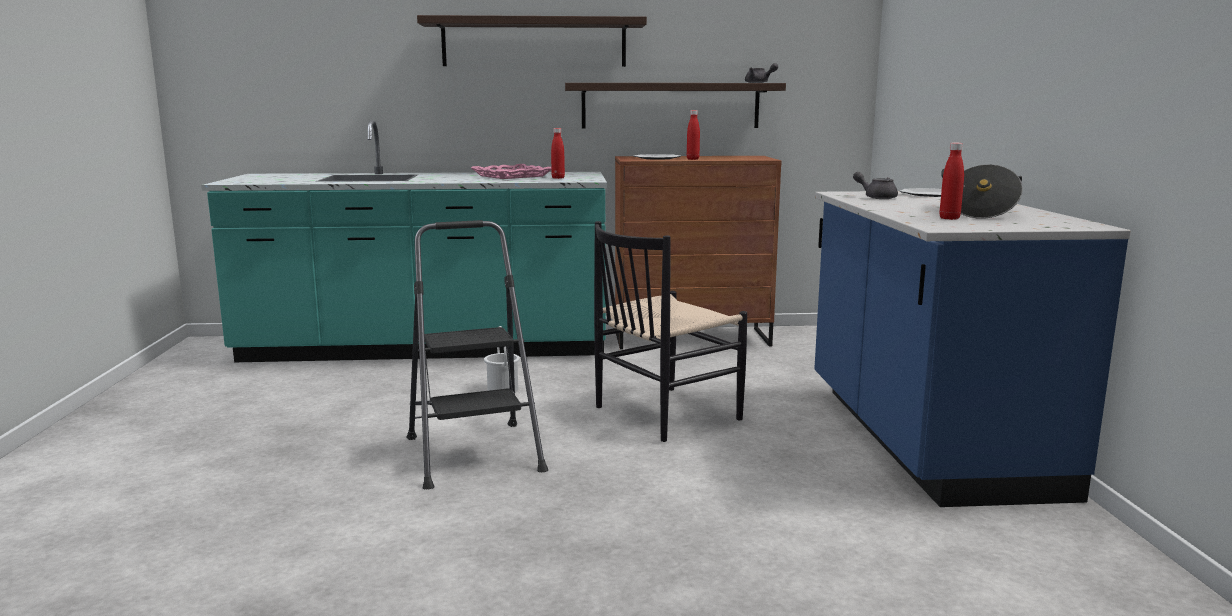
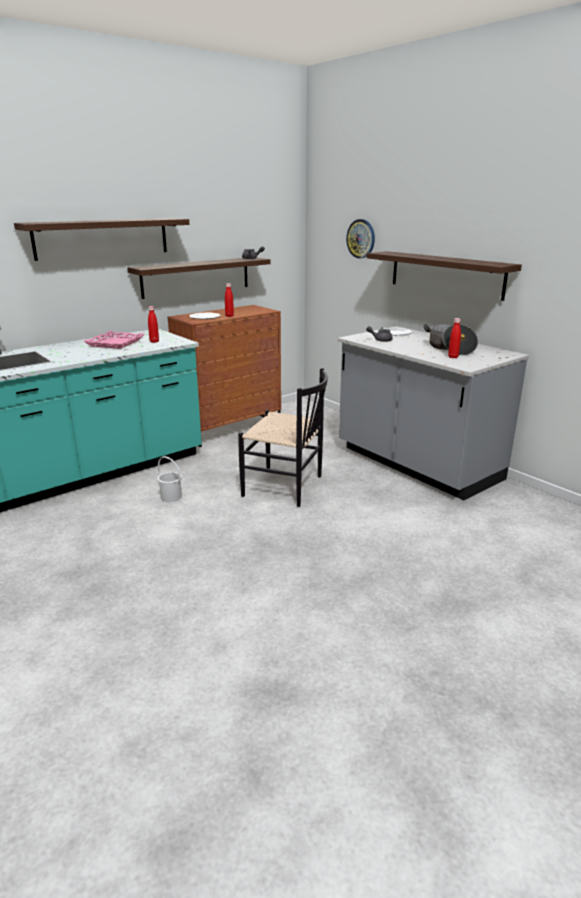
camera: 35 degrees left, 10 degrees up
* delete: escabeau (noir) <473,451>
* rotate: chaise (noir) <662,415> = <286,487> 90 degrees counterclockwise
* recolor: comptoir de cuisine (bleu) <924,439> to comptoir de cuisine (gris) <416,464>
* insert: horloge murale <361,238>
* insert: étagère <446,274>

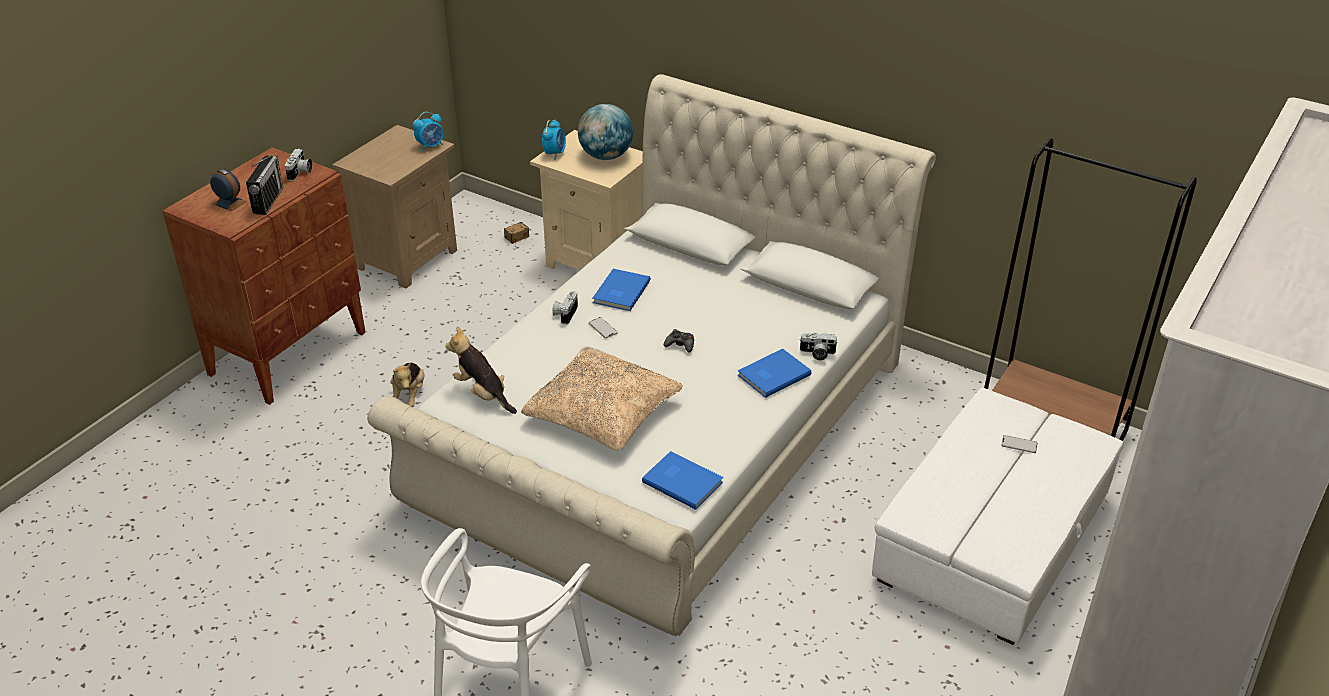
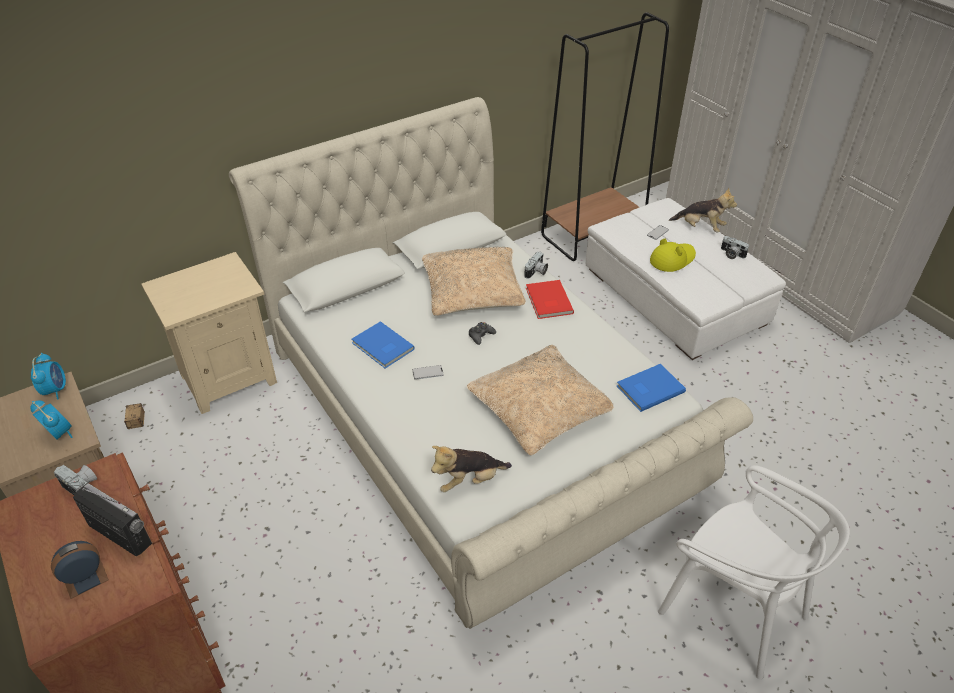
camera: 65 degrees left, 5 degrees up
* move: peluche <409,395> to <700,227>
* move: réveil <555,153> to <59,433>
* move: appareil photo <565,314> to <731,254>
* delete: globe <606,156>
* recolor: livre (bleu) <772,374> to livre (rouge) <548,301>
* insert: coussin (beige) <473,291>
* insert: chapeau (jaune) <672,259>

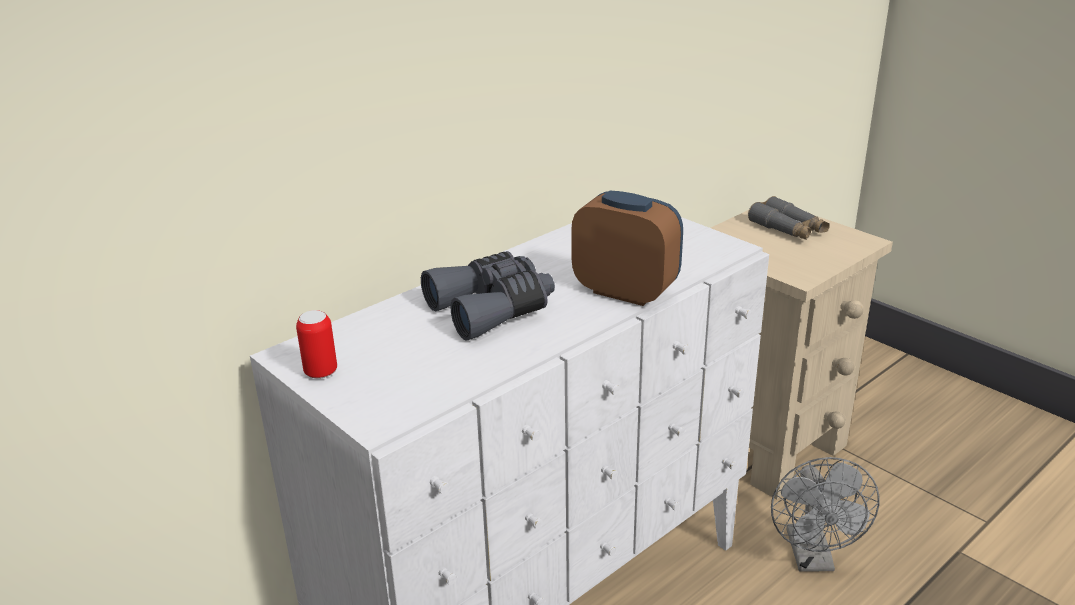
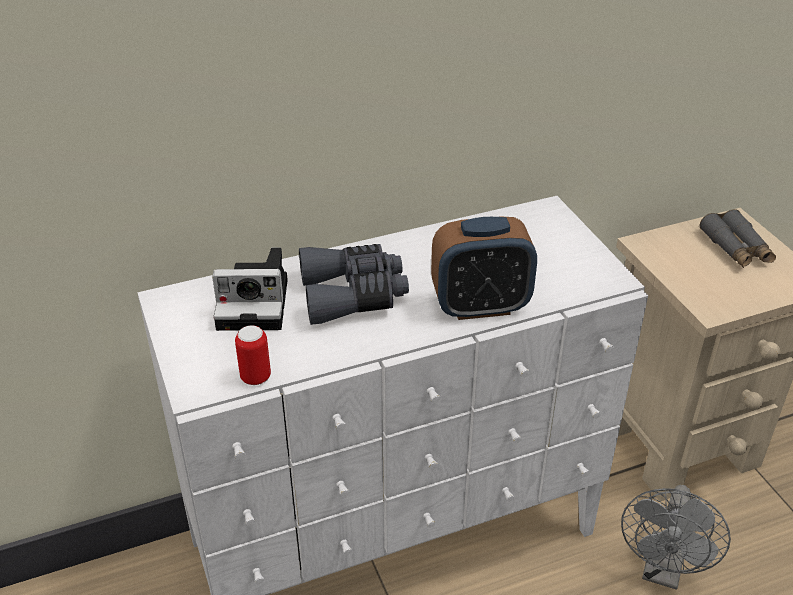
camera: 20 degrees right, 10 degrees up
* move: boîte métallique <321,372> to <255,377>
* rotate: réveil <625,291> = <480,306> 120 degrees clockwise
* insert: appareil photo <256,303>

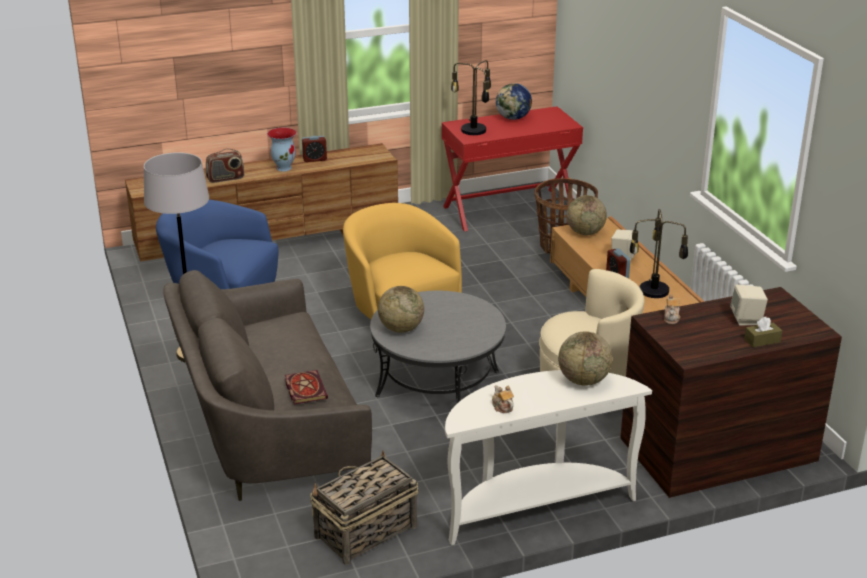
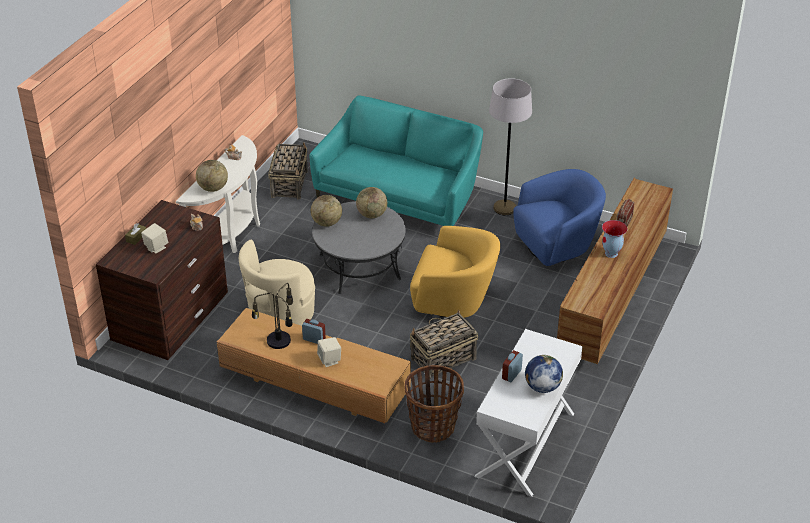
camera: 135 degrees right, 10 degrees up
* recolor: canapé (gris) <267,430> to canapé (turquoise) <400,197>
* delete: livre <304,388>
* move: réveil <314,159> to <511,374>
* recolor: table console (rouge) <509,209> to table console (blanc) <526,444>
* delete: lampe de table <474,130>
* move: globe <585,233> to <326,223>
* insert: panier <442,359>

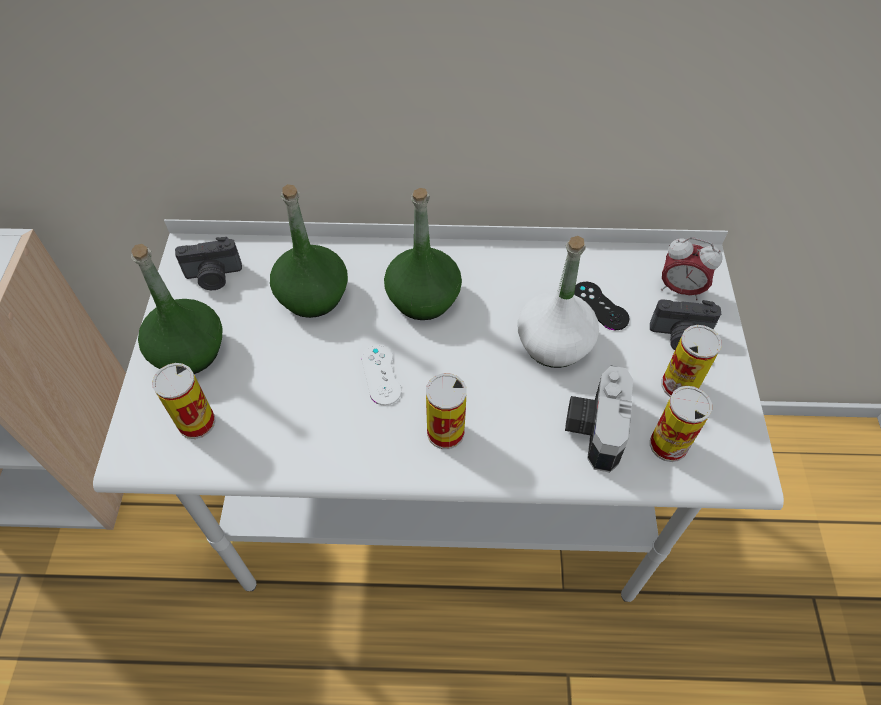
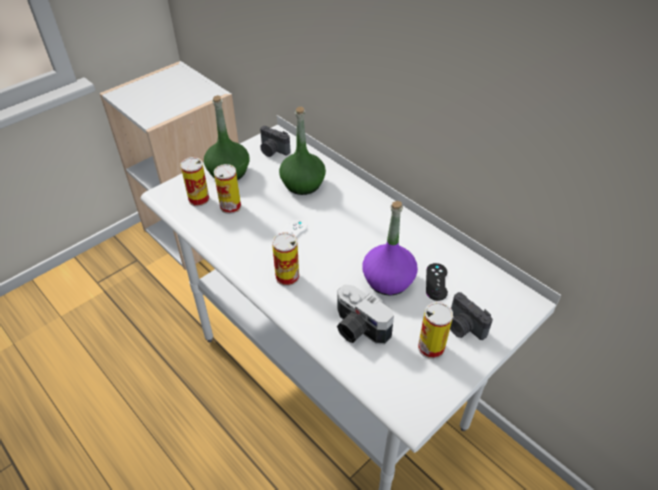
camera: 45 degrees right, 10 degrees down
* delete: bouteille (vert) <423,298>
* recolor: bouteille (blanc) <554,344> to bouteille (violet) <388,280>
* rotate: appareil photo <593,427> = <358,329> 105 degrees counterclockwise
* move: boîte métallique <668,444> to <230,207>
* delete: réveil <680,289>

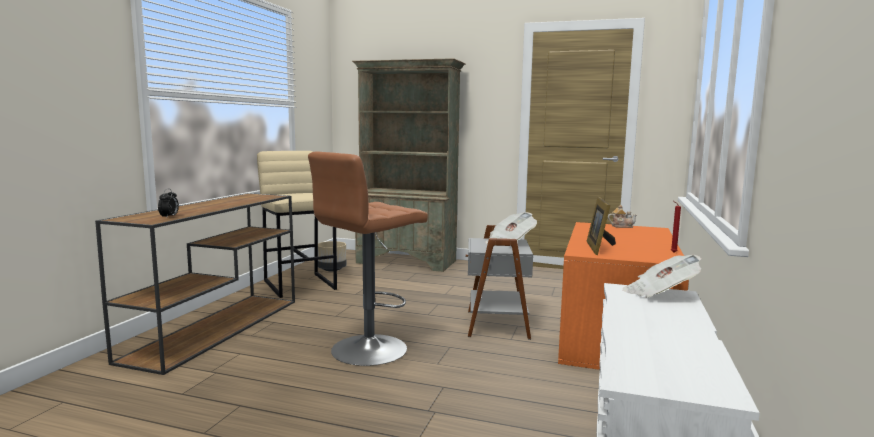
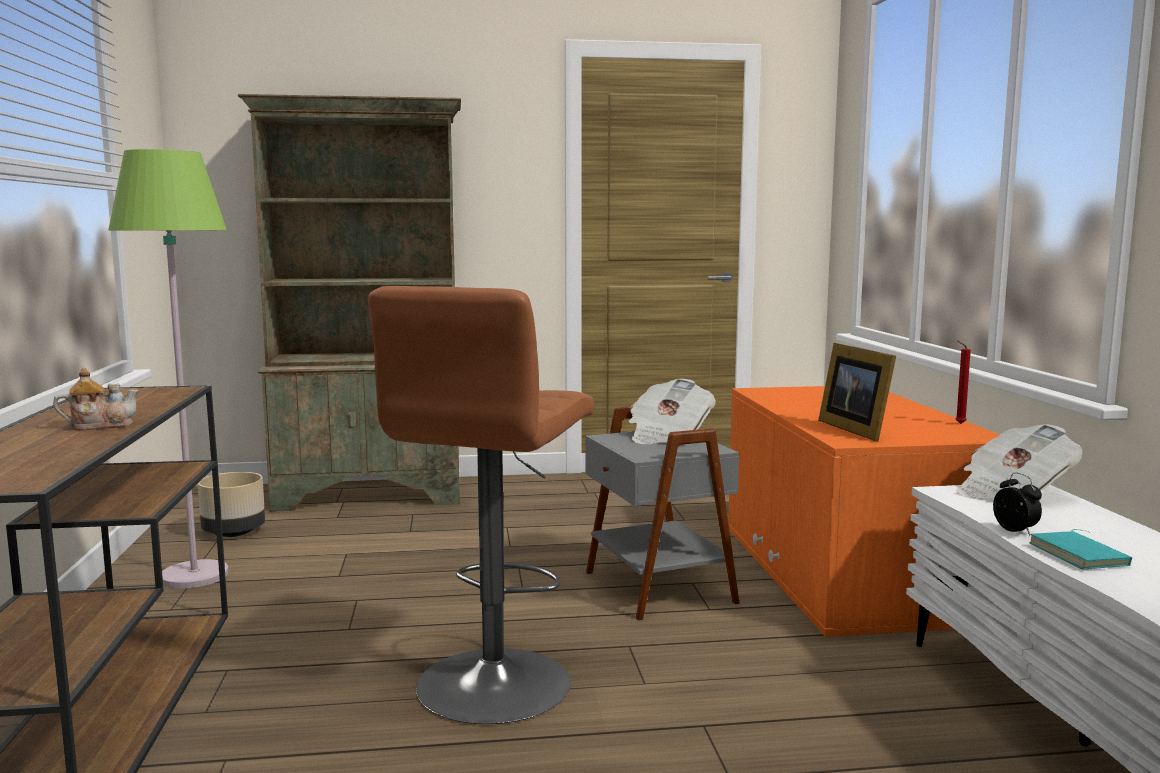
camera: 25 degrees left, 0 degrees up
* move: réveil <169,217> to <1016,531>
* replace: tabouret (beige) <299,284> to lampadaire (vert) <194,576>
* move: théière <621,226> to <100,426>
* insert: livre (turquoise) <1081,555>

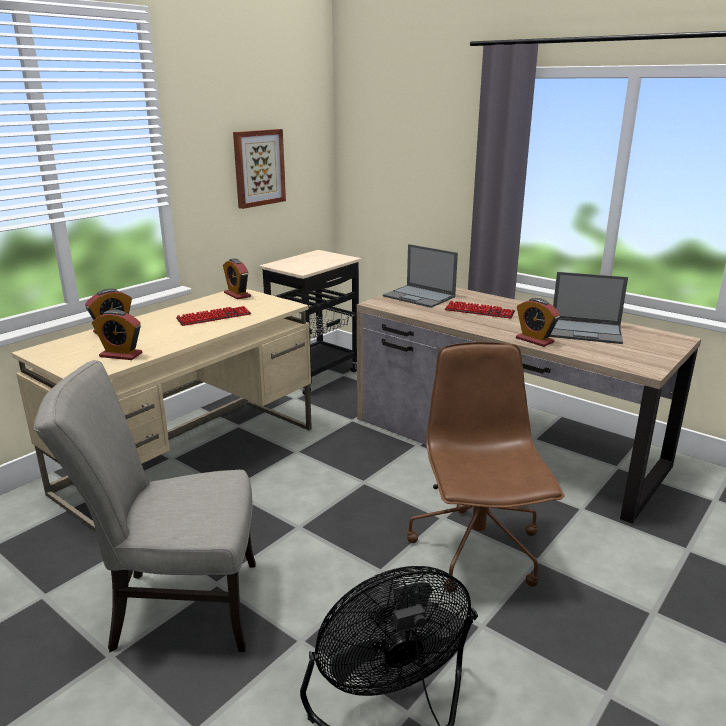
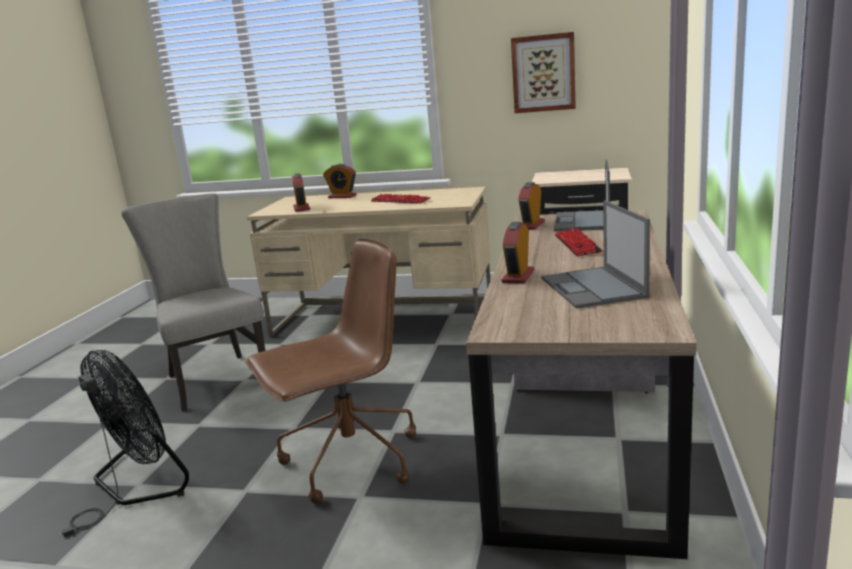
camera: 65 degrees right, 5 degrees down
* move: réveil <237,295> to <531,225>

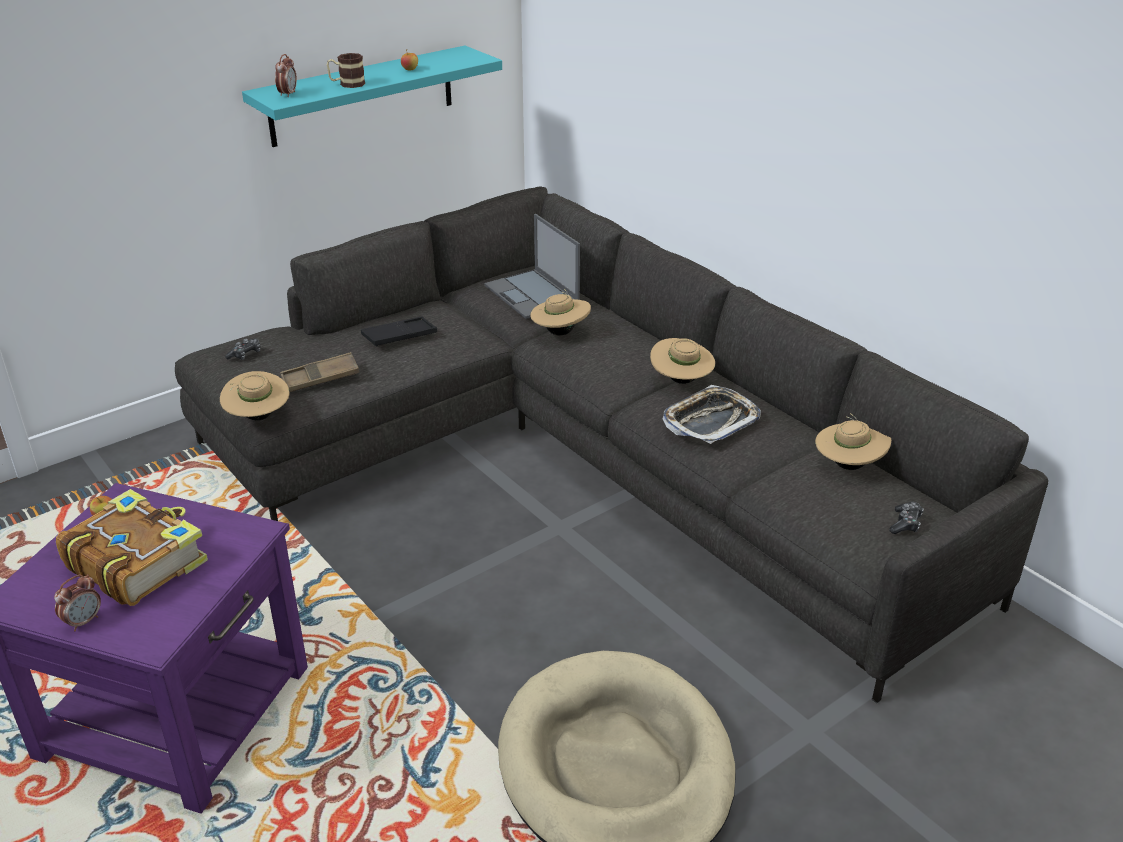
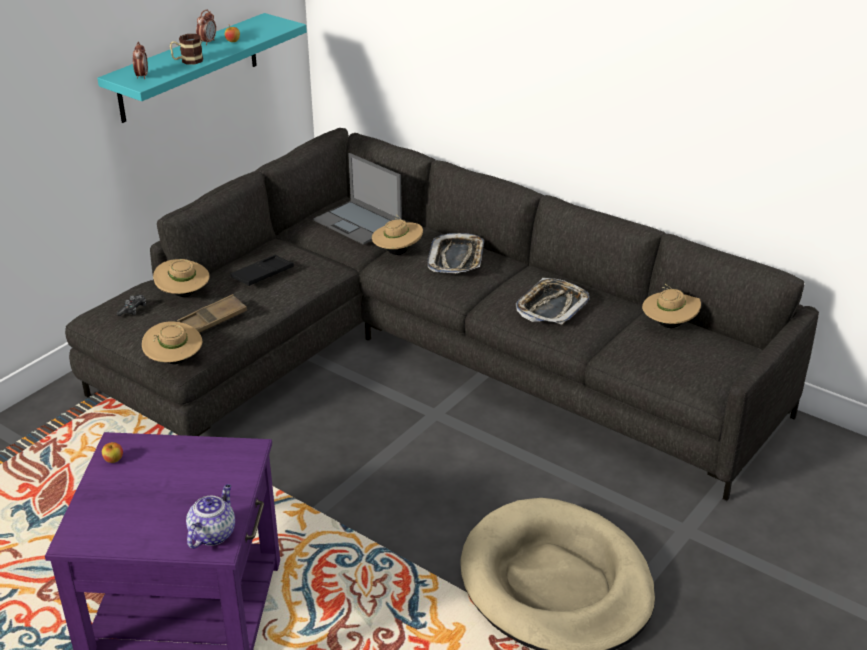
camera: 15 degrees left, 0 degrees up
* move: réveil <83,621> to <207,42>
* delete: livre <136,562>
* move: chapeau (beige) <681,381> to <184,294>
* delete: manette <905,523>
* insert: théière <212,533>
* insert: plateau <456,259>

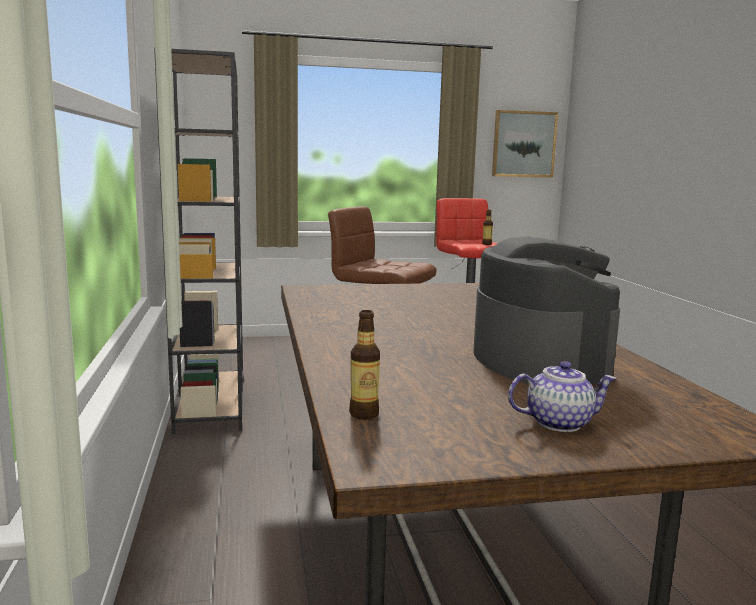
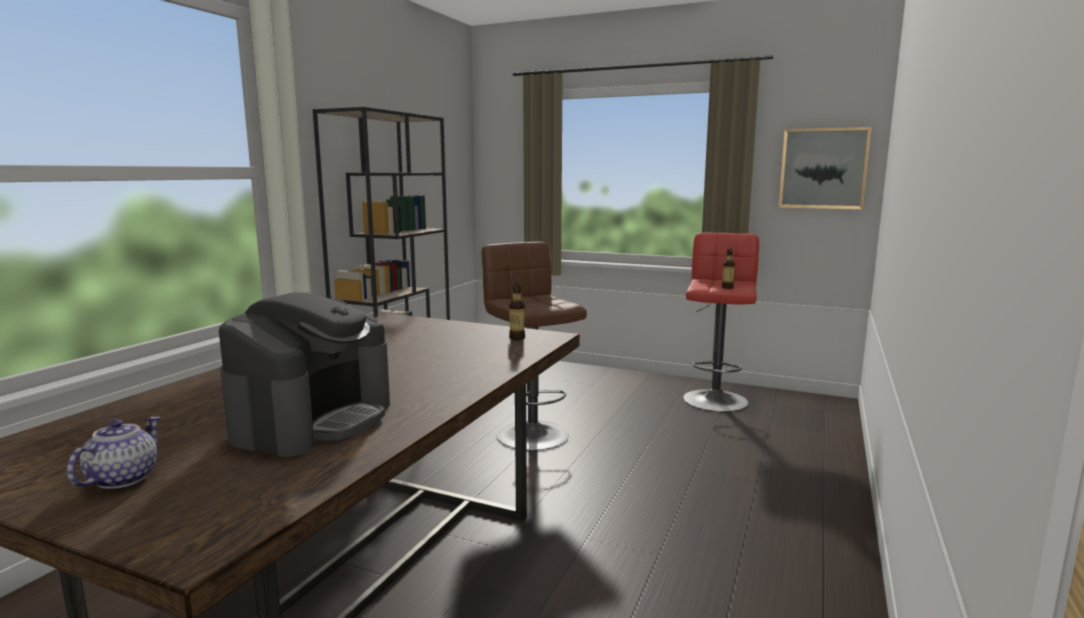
camera: 35 degrees right, 0 degrees up
* move: bouteille <364,414> to <517,338>
* rotate: théière <559,422> = <122,478> 105 degrees counterclockwise

